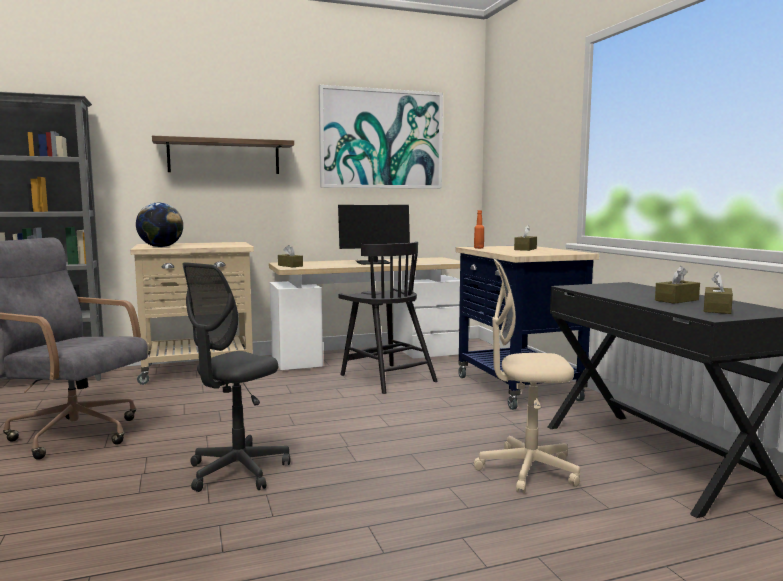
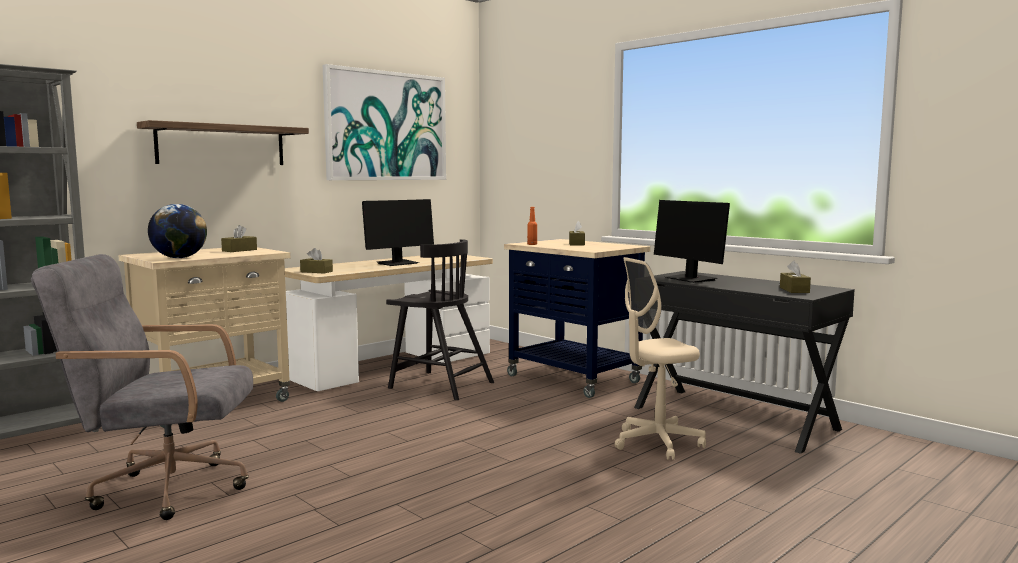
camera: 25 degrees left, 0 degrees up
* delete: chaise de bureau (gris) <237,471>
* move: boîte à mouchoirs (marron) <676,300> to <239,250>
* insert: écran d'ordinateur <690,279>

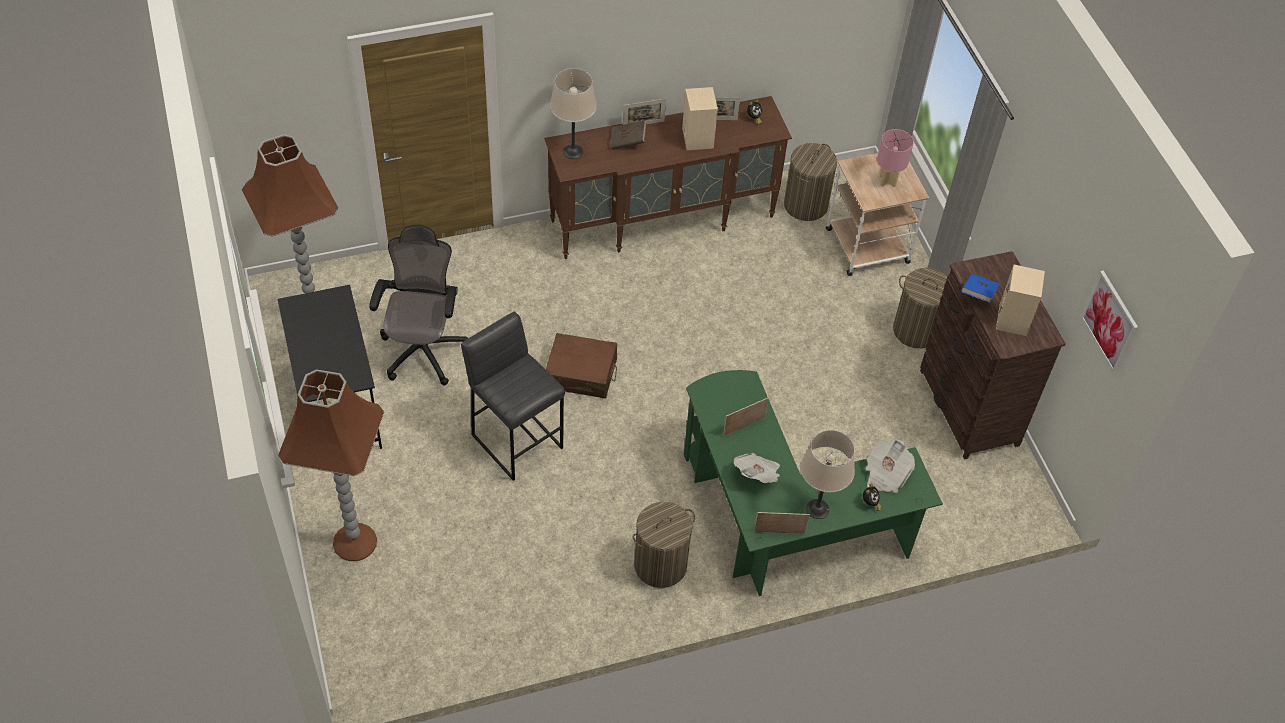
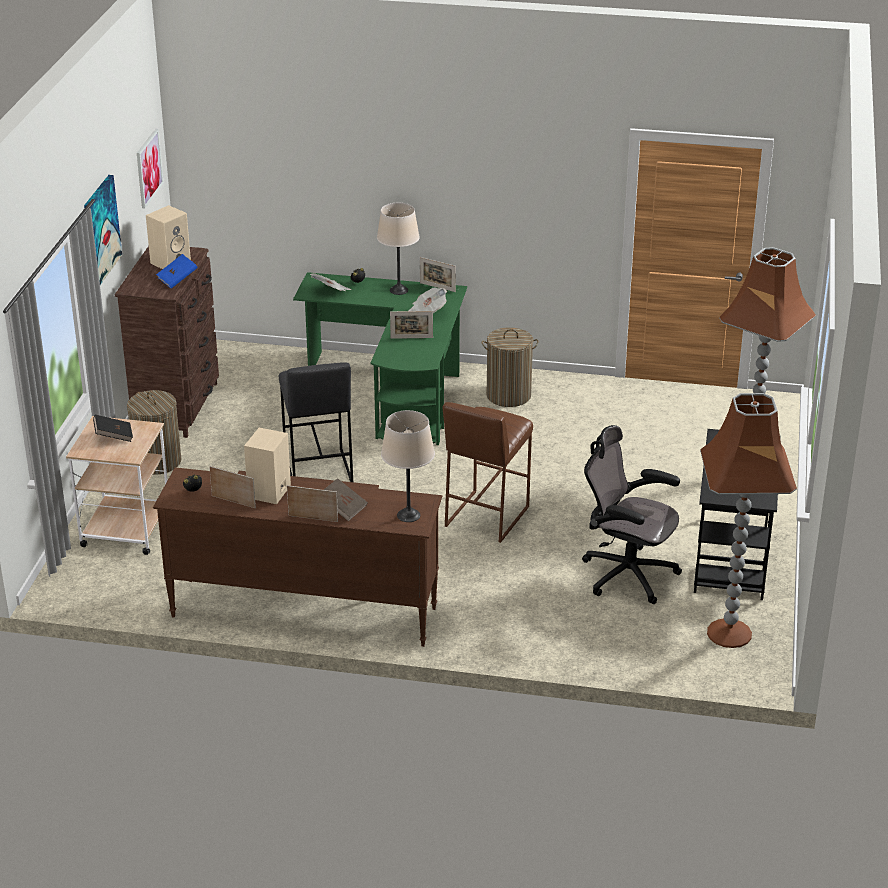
camera: 150 degrees left, 20 degrees down
* rotate: chaise de bureau <423,350> = <627,575> 90 degrees clockwise
* move: tabouret (gris) <516,440> to <318,471>
* replace: valise (marron) <581,373> to tabouret (marron) <486,517>
* delete: panier à linge <805,205>
* replace: lampe de table (rose) <887,181> to livre (noir) <114,436>
* insert: tableau <101,230>

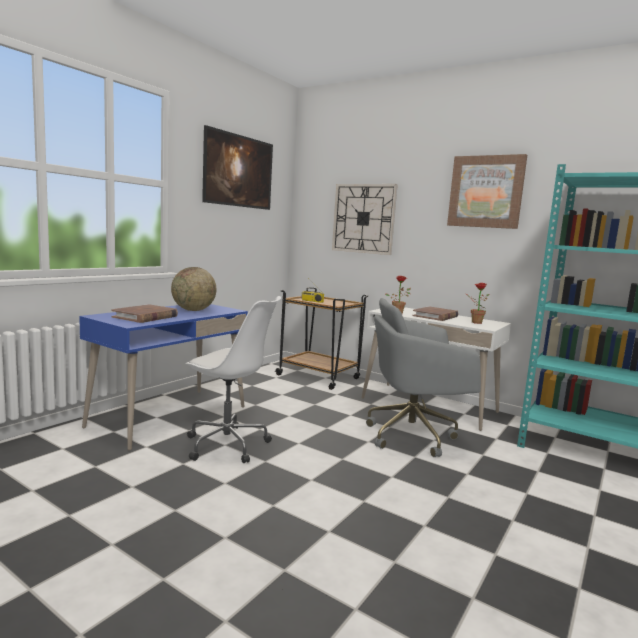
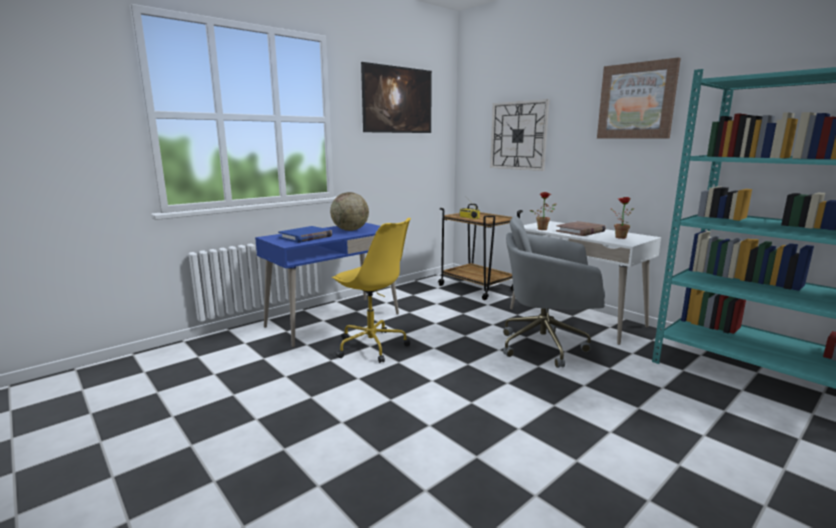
camera: 15 degrees right, 5 degrees up
* recolor: livre (marron) <145,317> to livre (bleu) <306,237>
* recolor: chaise de bureau (blanc) <229,445> to chaise de bureau (jaune) <373,347>

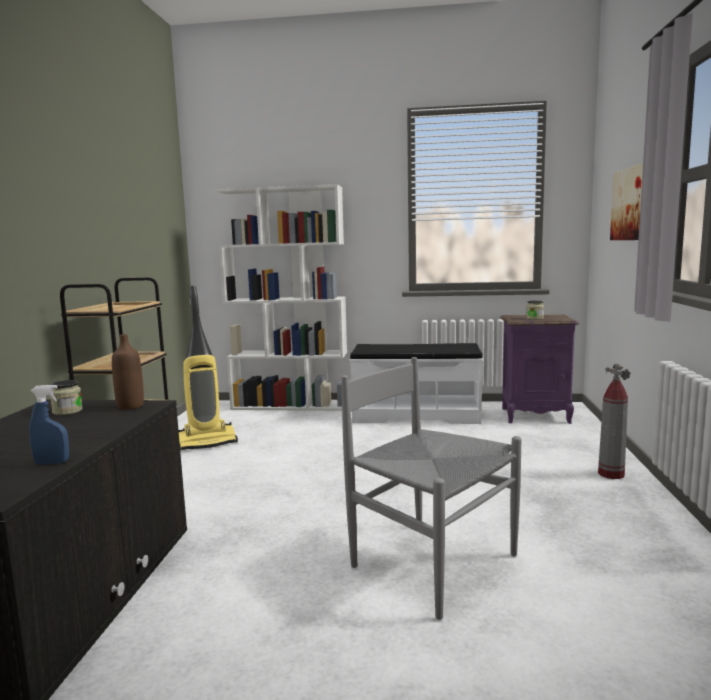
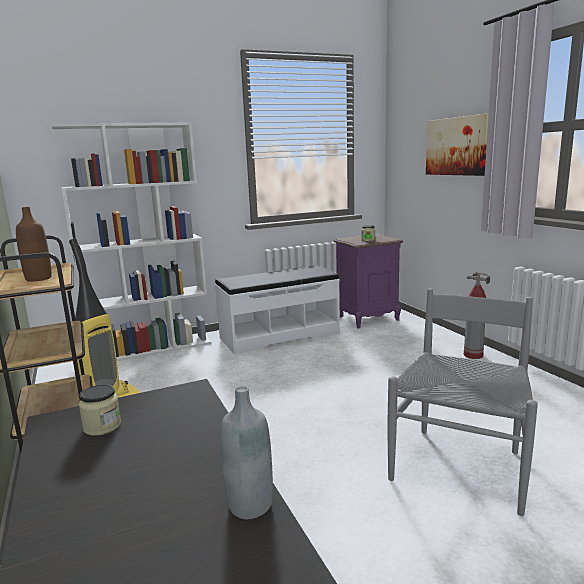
camera: 30 degrees left, 5 degrees up
* replace: vaporisateur (bleu) <52,463> to bouteille (gris) <250,505>
* move: bouteille (marron) <130,406> to <38,278>
* rotate: chaise (gris) <430,563> = <460,467> 105 degrees clockwise

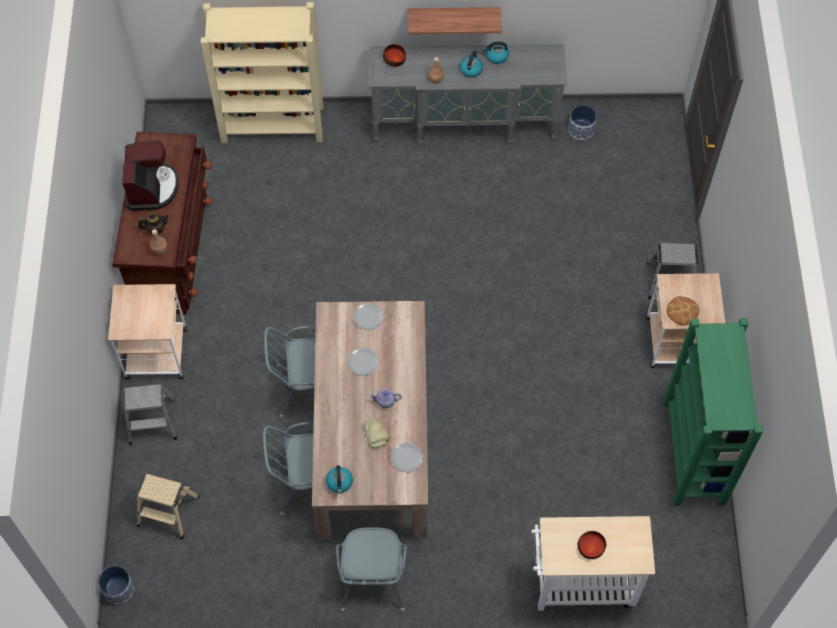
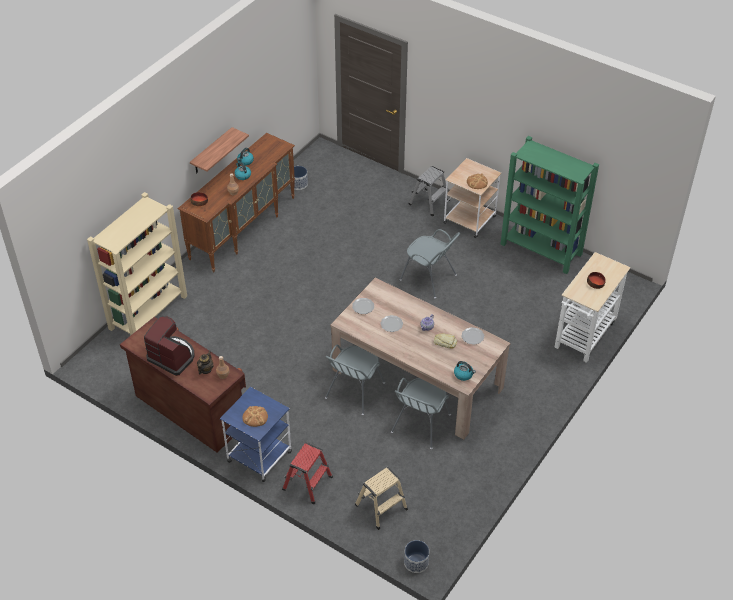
camera: 55 degrees left, 15 degrees down
* recolor: chariot (beige) <156,352> to chariot (bleu) <258,455>
* recolor: escabeau (gris) <152,420> to escabeau (rouge) <307,483>
* move: chaise (gris) <373,581> to <430,278>
* recolor: meuble de rangement (gris) <464,124> to meuble de rangement (marron) <243,228>
* insert: pain <255,417>

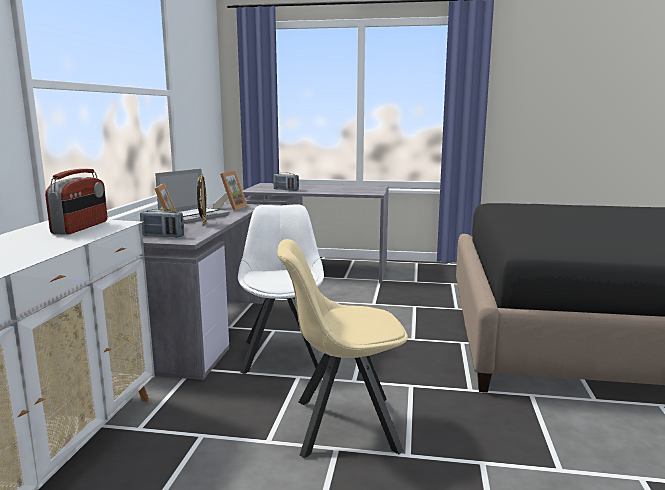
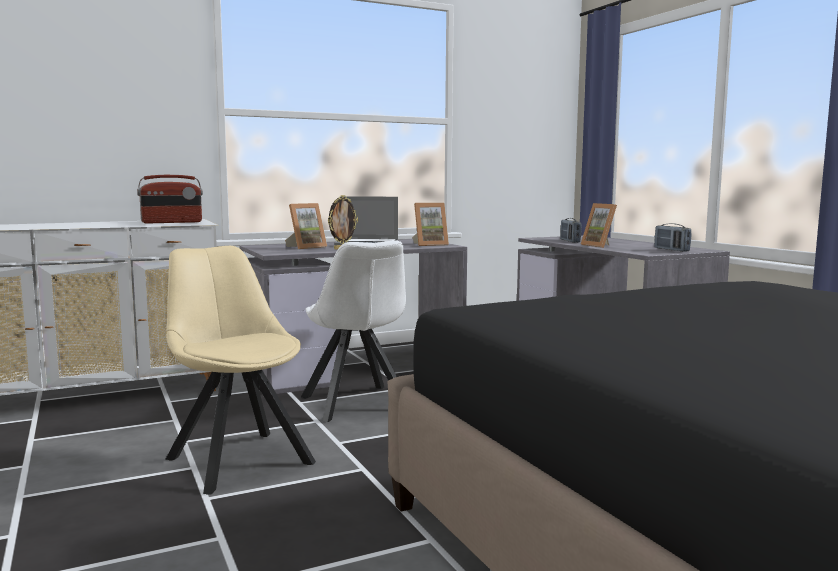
camera: 55 degrees right, 5 degrees down
* move: radio <162,236> to <671,250>
* rotate: chaise (blanc) <283,354> = <356,404> 105 degrees clockwise
* insert: cadre photo <600,246>

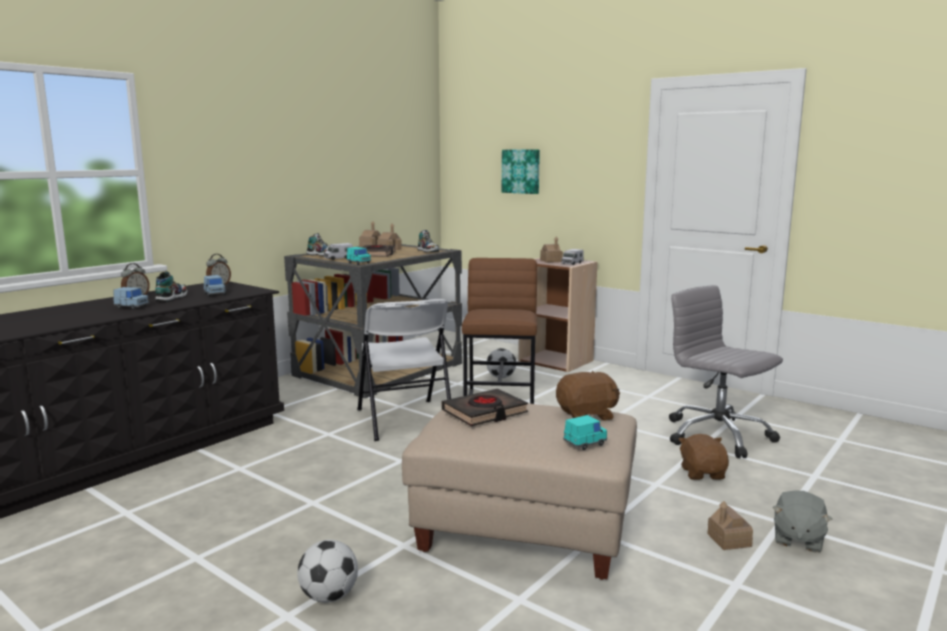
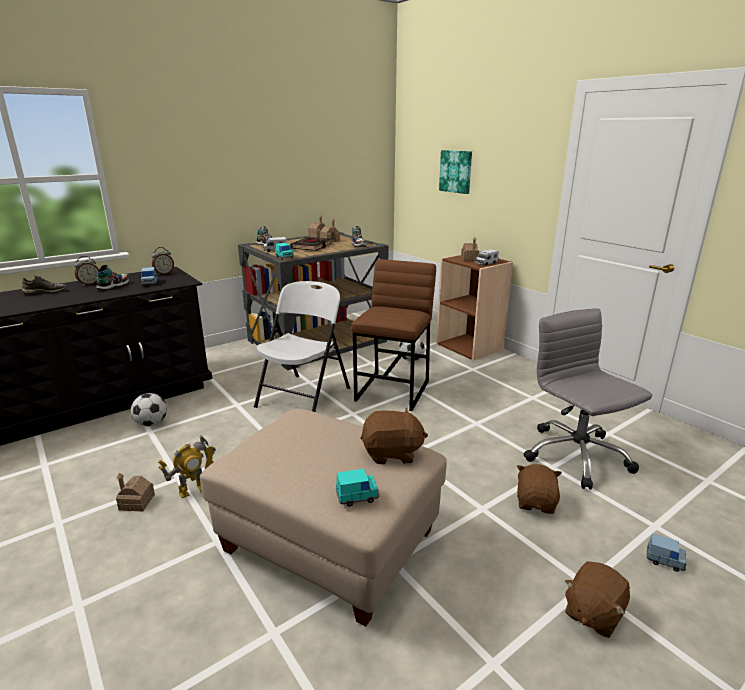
camera: 15 degrees right, 10 degrees up
* move: petite voiture (bleu) <132,307> to <664,560>
* move: ballon de foot <329,596> to <151,424>
* rotate: chaise (blanc) <404,420> = <304,397> 150 degrees counterclockwise
* delete: livre (noir) <484,412>
* move: maison miniature <729,540> to <136,502>
* recolor: peluche (gris) <797,539> to peluche (marron) <592,613>
* insert: chaussure (gris) <46,292>
* insert: robot jouet <193,490>

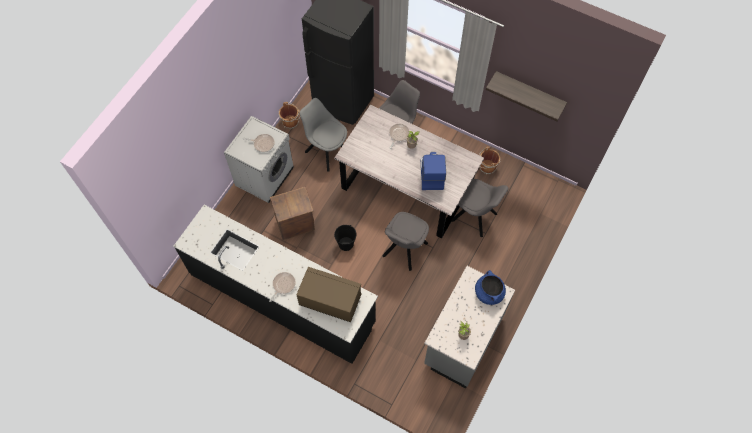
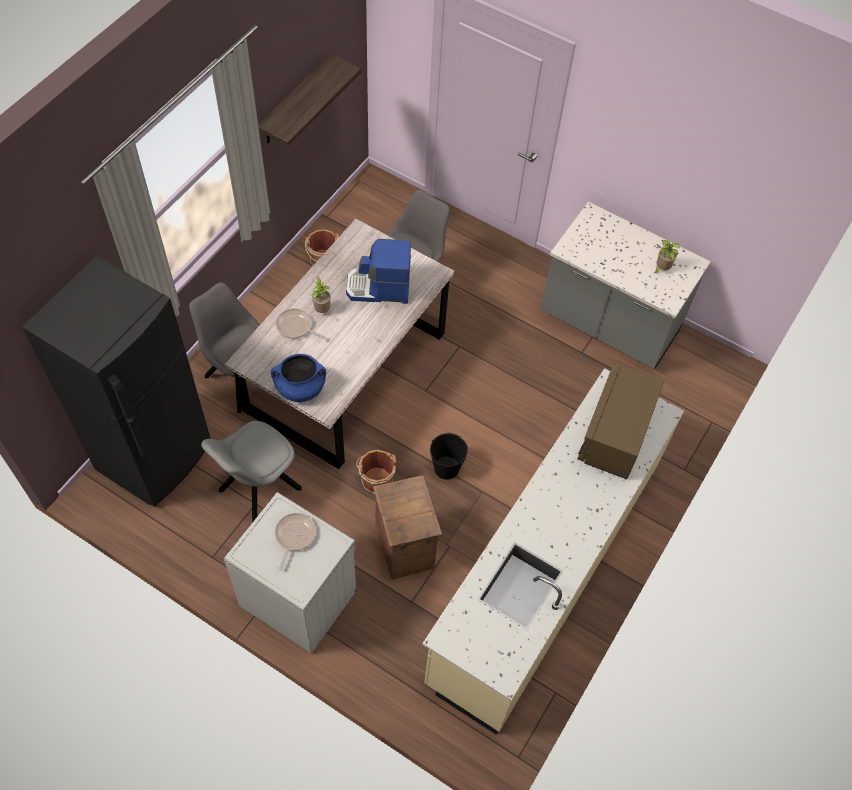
camera: 90 degrees left, 5 degrees down
* recolor: comptoir de cuisine (noir) <282,298> to comptoir de cuisine (beige) <543,571>
* delete: poêle <283,285>
* move: seau (marron) <291,121> to <376,479>
* delete: chaise (gris) <404,249>
* move: marmite (bleu) <488,293> to <300,388>

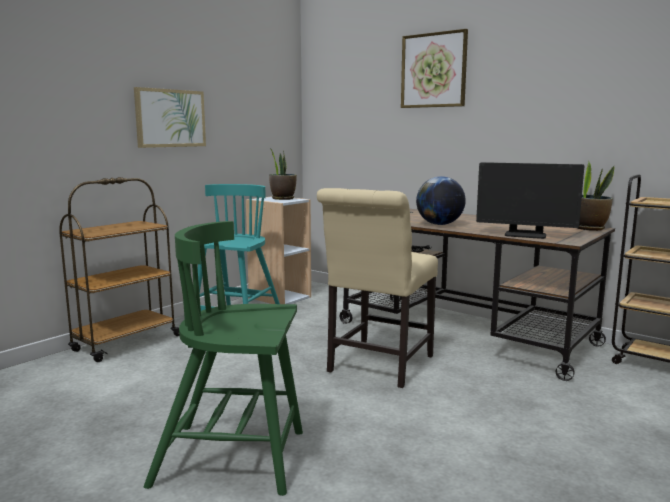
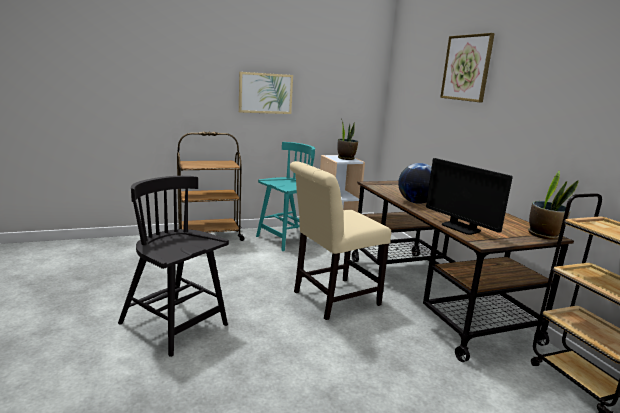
camera: 30 degrees right, 5 degrees up
* recolor: chaise (vert) <233,457> to chaise (noir) <175,324>

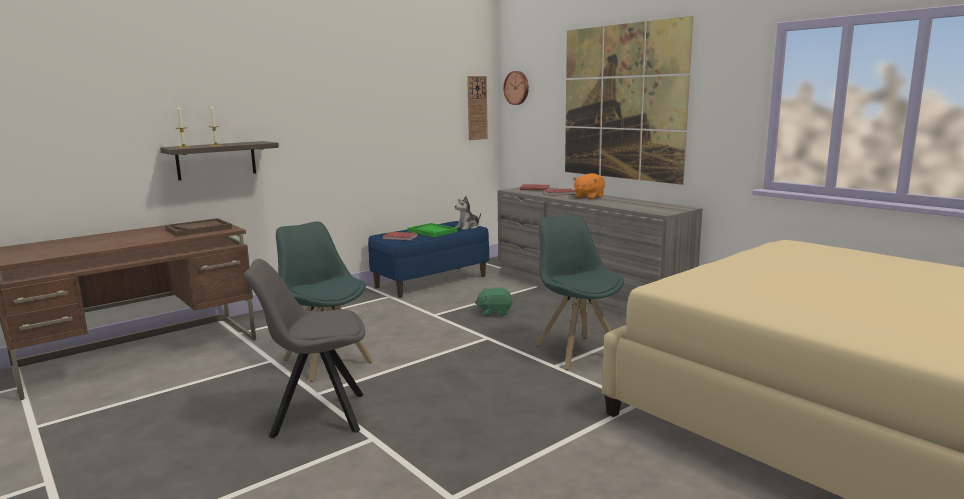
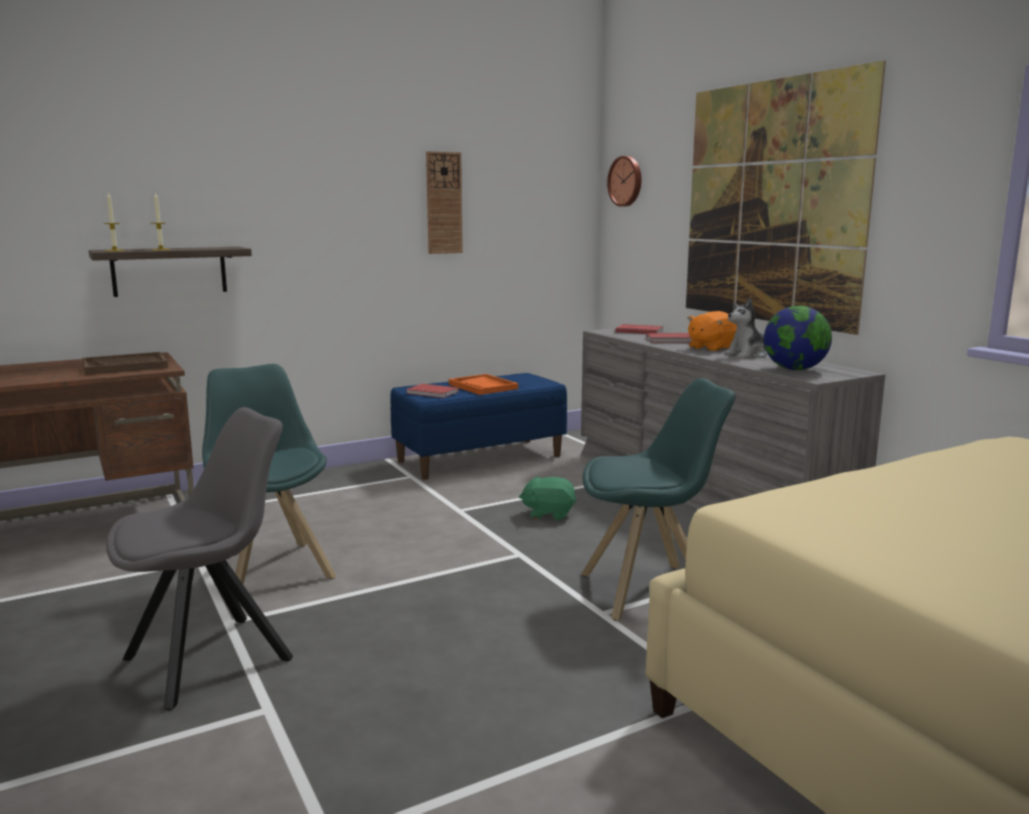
camera: 10 degrees right, 0 degrees up
* rotate: chaise (gris) <317,416> = <210,659> 135 degrees clockwise
* recolor: plateau (vert) <432,231> to plateau (orange) <483,386>
* move: peluche <468,227> to <748,355>
* move: horloge murale <477,108> to <444,203>
* rotate: chaise (turquoise) <577,351> = <648,591> 90 degrees clockwise
* insert: globe <794,369>

